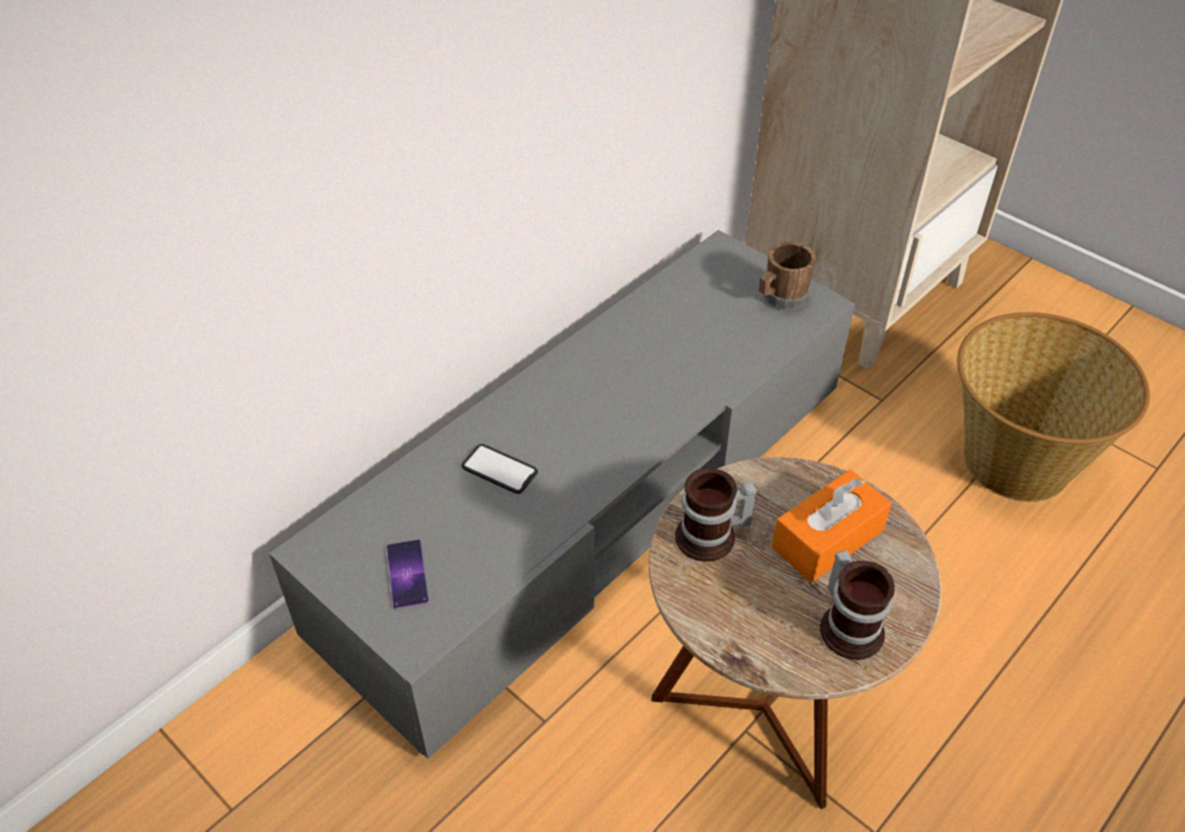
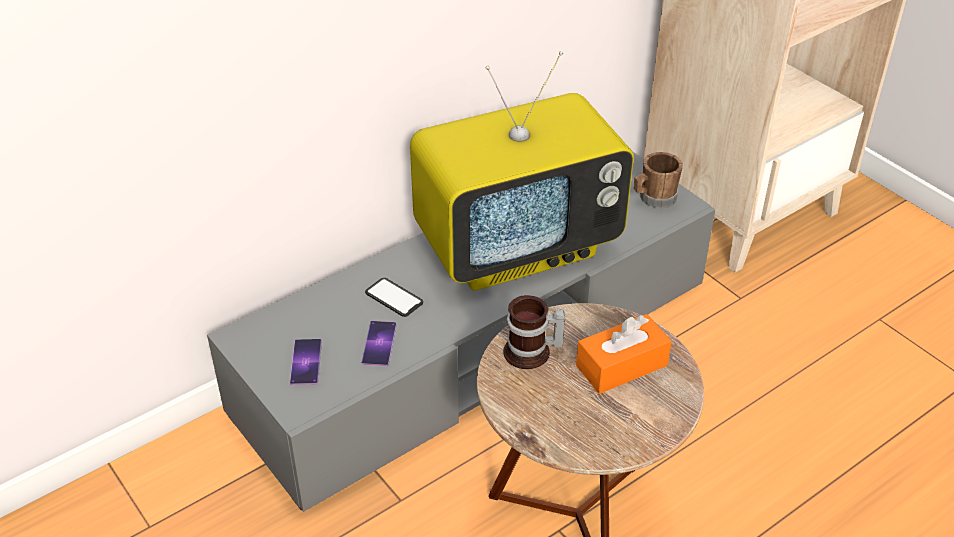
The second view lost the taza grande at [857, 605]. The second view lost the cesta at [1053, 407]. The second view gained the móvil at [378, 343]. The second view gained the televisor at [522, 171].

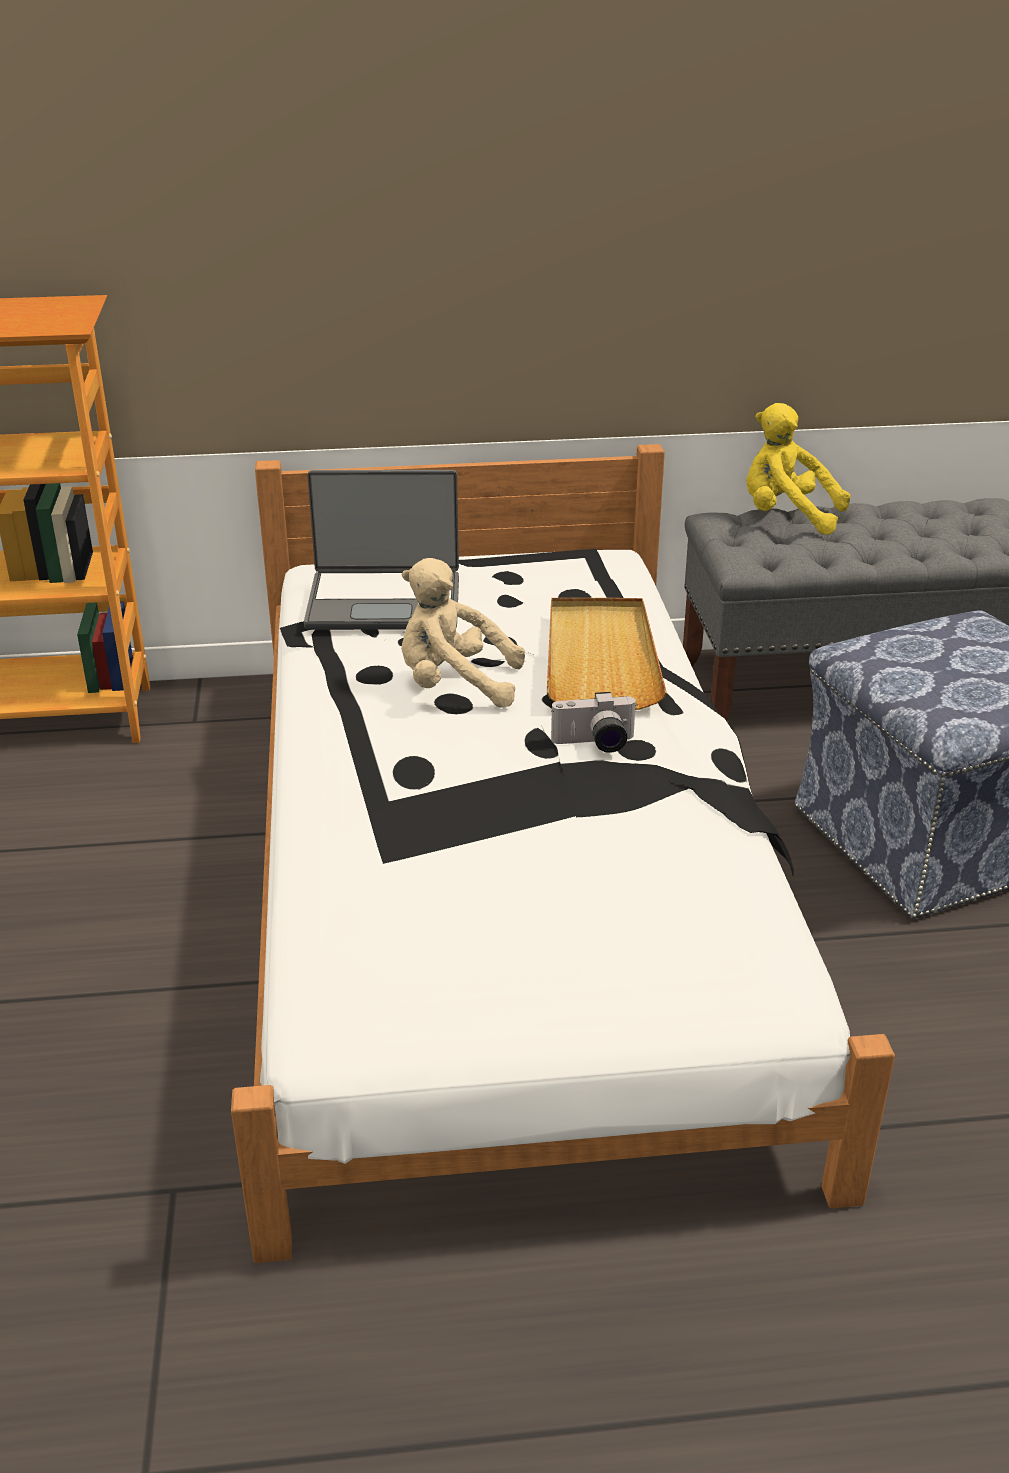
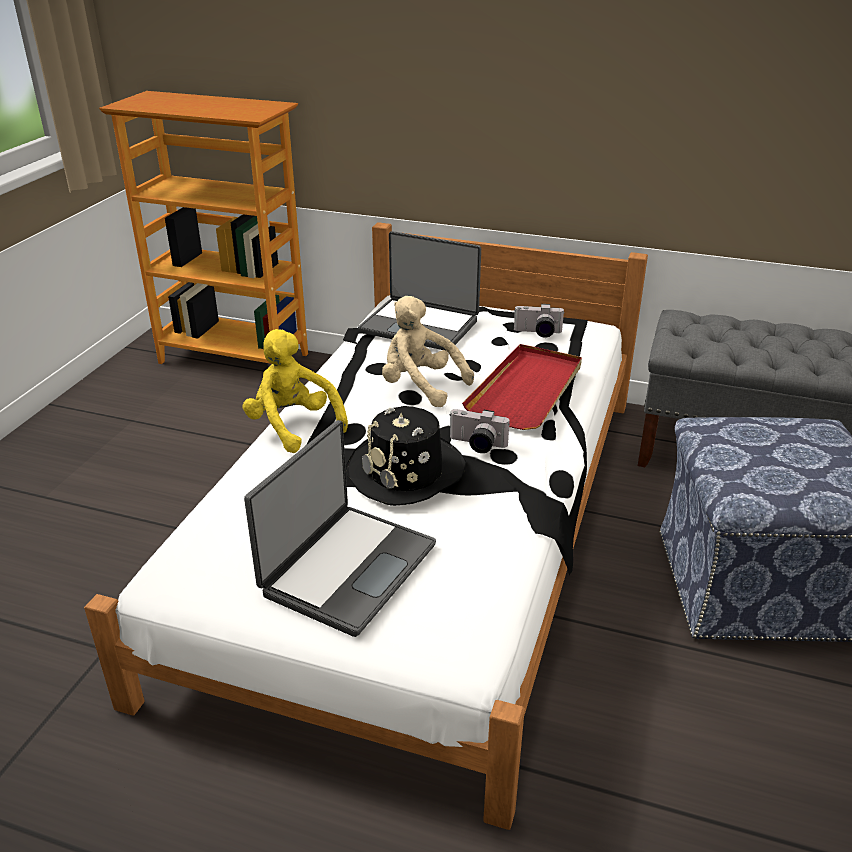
What was the bandeja/beis at [607, 654] turned into the bandeja/rojo at [522, 387]. The peluche/amarillo ended up elsewhere, having gone from [798, 469] to [295, 391]. The second view gained the portátil at [340, 528]. The second view gained the sombrero/negro at [406, 456]. The second view gained the cámara at [539, 321].

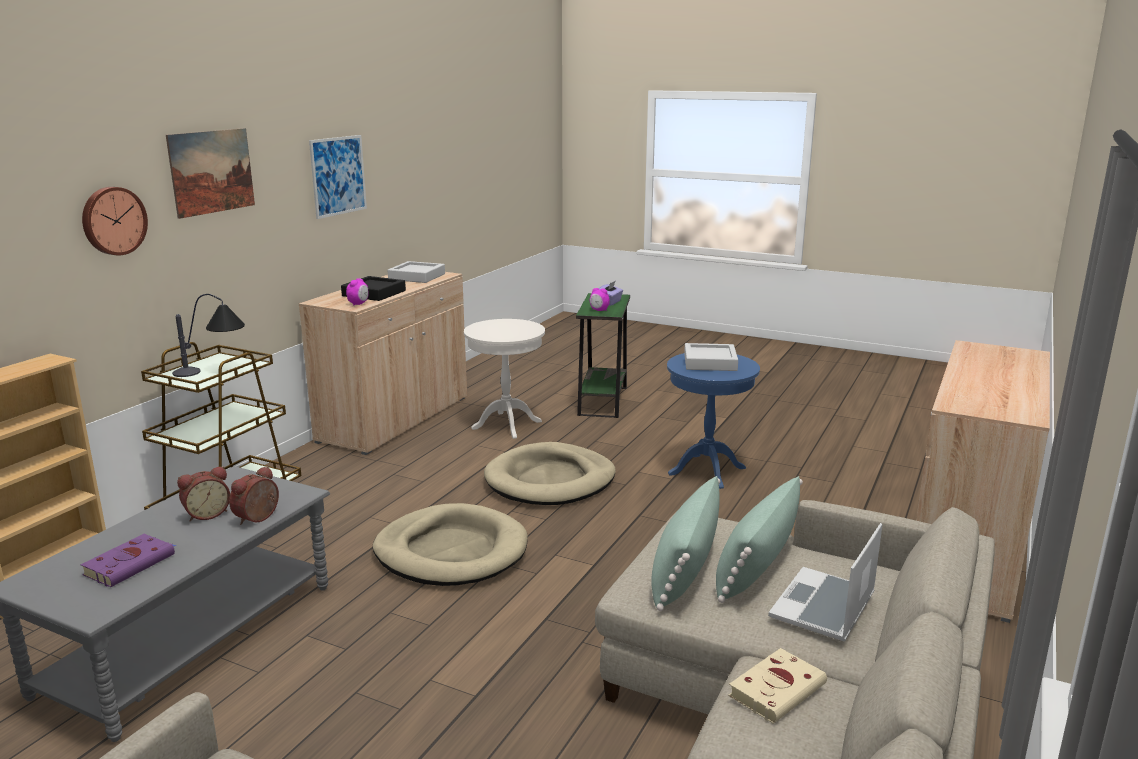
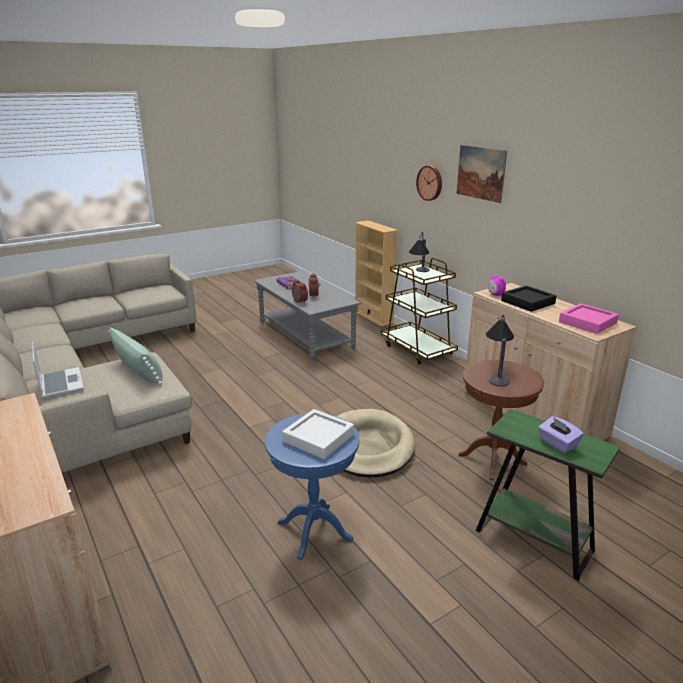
The second view lost the cuadro at [338, 177]. The second view lost the cama para perro/beis at [450, 544]. What was the bandeja/gris at [416, 272] turned into the bandeja/rosa at [589, 318]. What was the mesa auxiliar/blanco at [504, 379] turned into the mesa auxiliar/marrón at [501, 420]. The second view lost the despertador at [600, 299]. The second view lost the cojín/verde at [759, 539]. The second view lost the libro/beis at [777, 686]. The second view gained the lámpara de mesa at [500, 351].

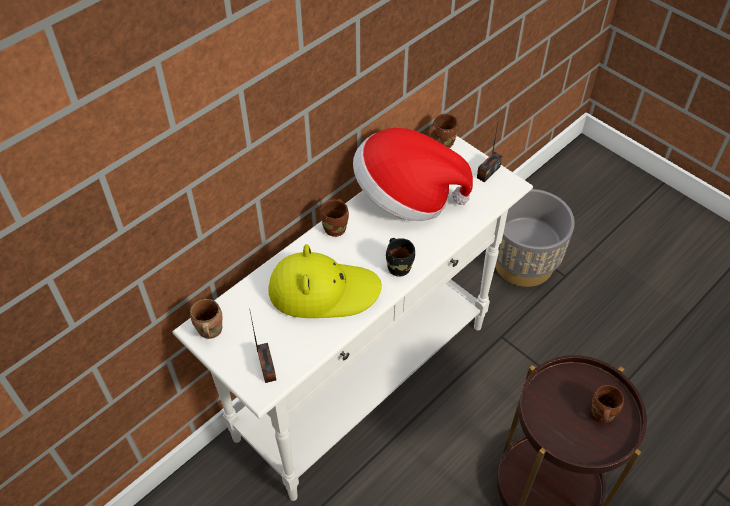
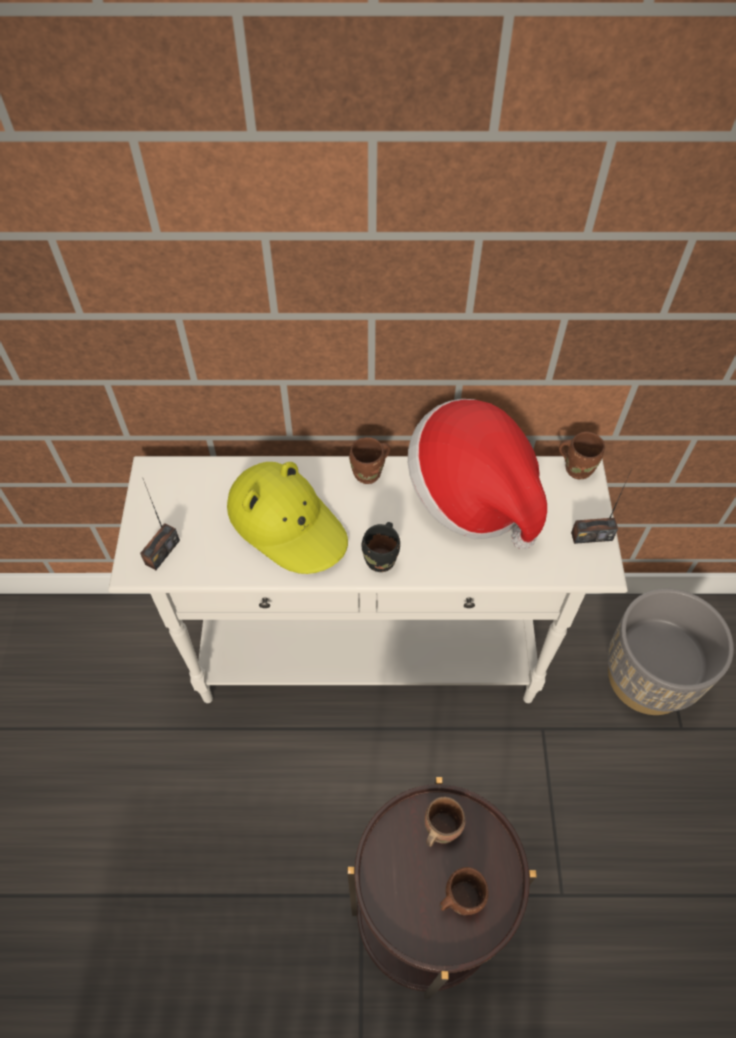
The taza grande/marrón ended up elsewhere, having gone from [206, 319] to [445, 822].

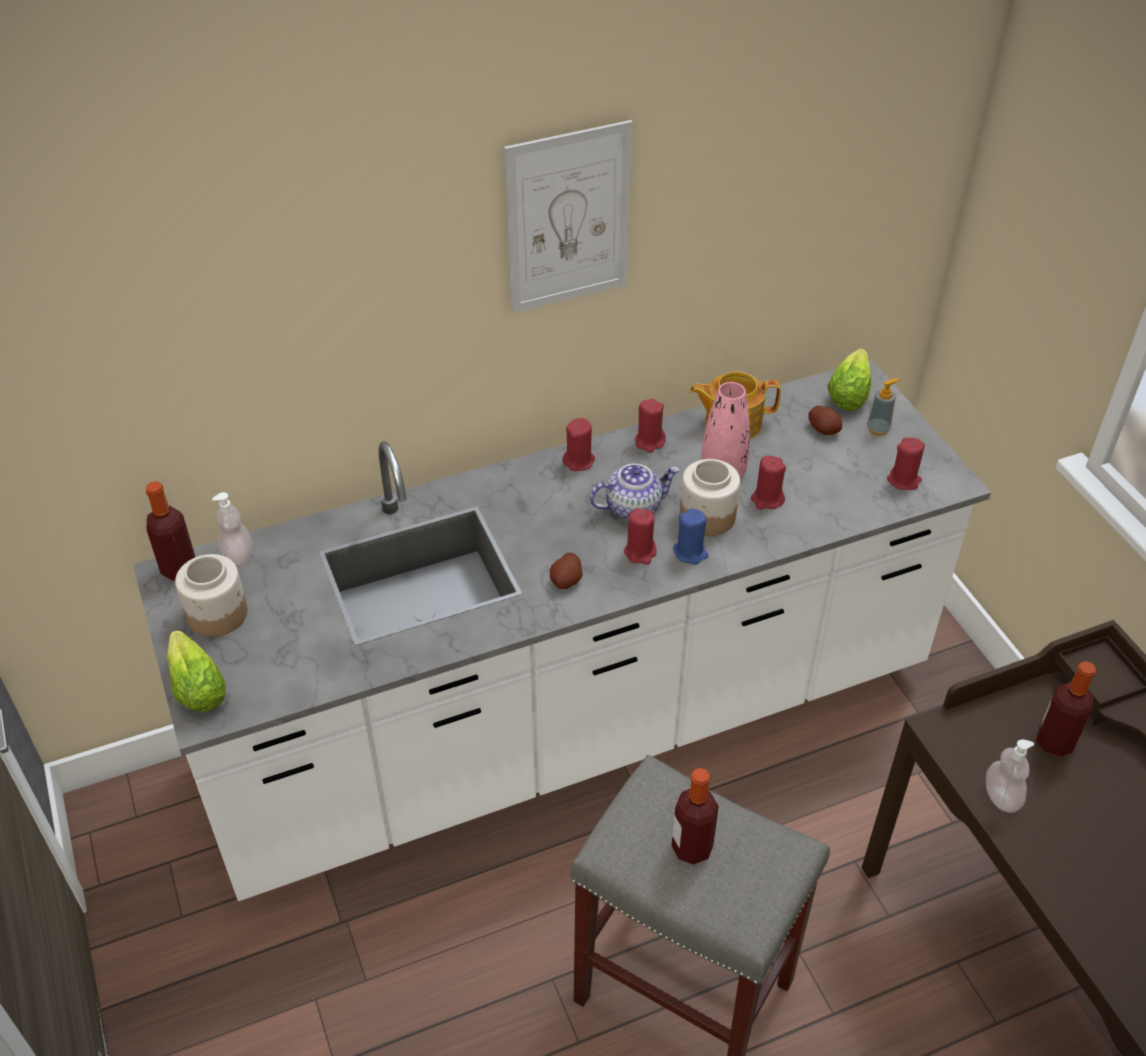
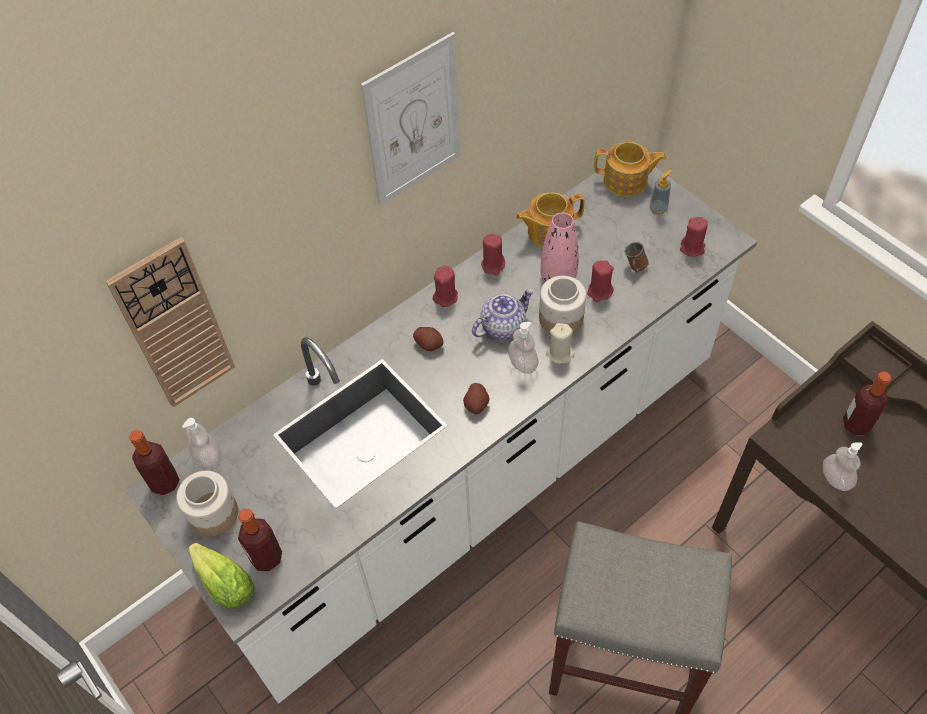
Where the vela/rojo stood at [640, 536], the dispensador de jabón came to stand at [523, 348]. The botella ended up elsewhere, having gone from [695, 816] to [260, 540]. What was the vela/azul at [691, 536] turned into the vela/beis at [560, 343]. The patata ended up elsewhere, having gone from [825, 420] to [428, 339]. Where the lechuga stood at [849, 380], the tetera came to stand at [630, 169]. The second view gained the reloj de pared at [170, 322]. The second view gained the taza grande/marrón at [637, 257].

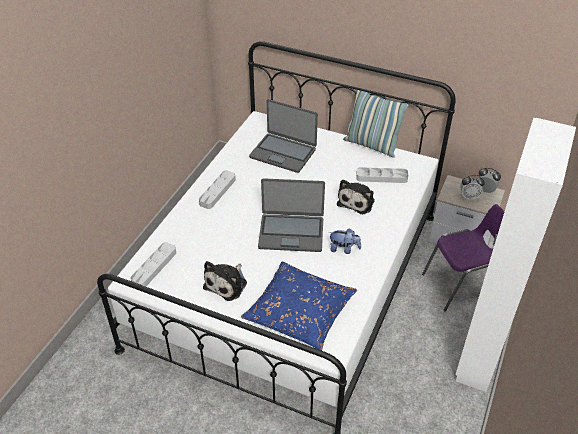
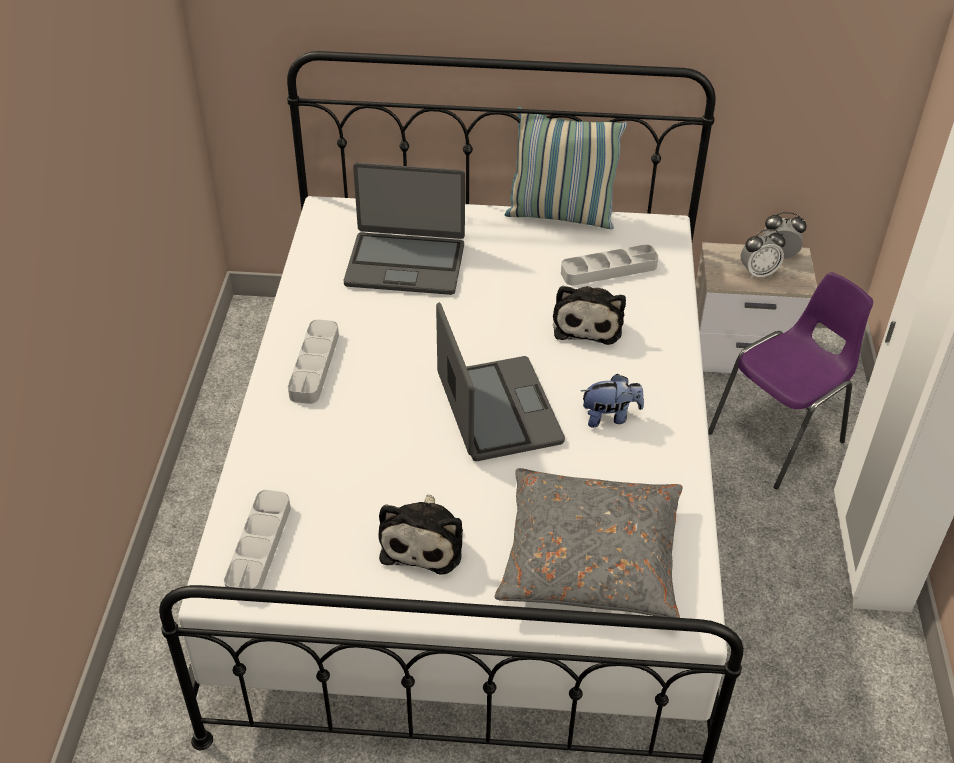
What was the cojín/azul at [299, 306] turned into the cojín/gris at [589, 543]. The portátil at [291, 215] ended up facing another way, 90 degrees counterclockwise from before.

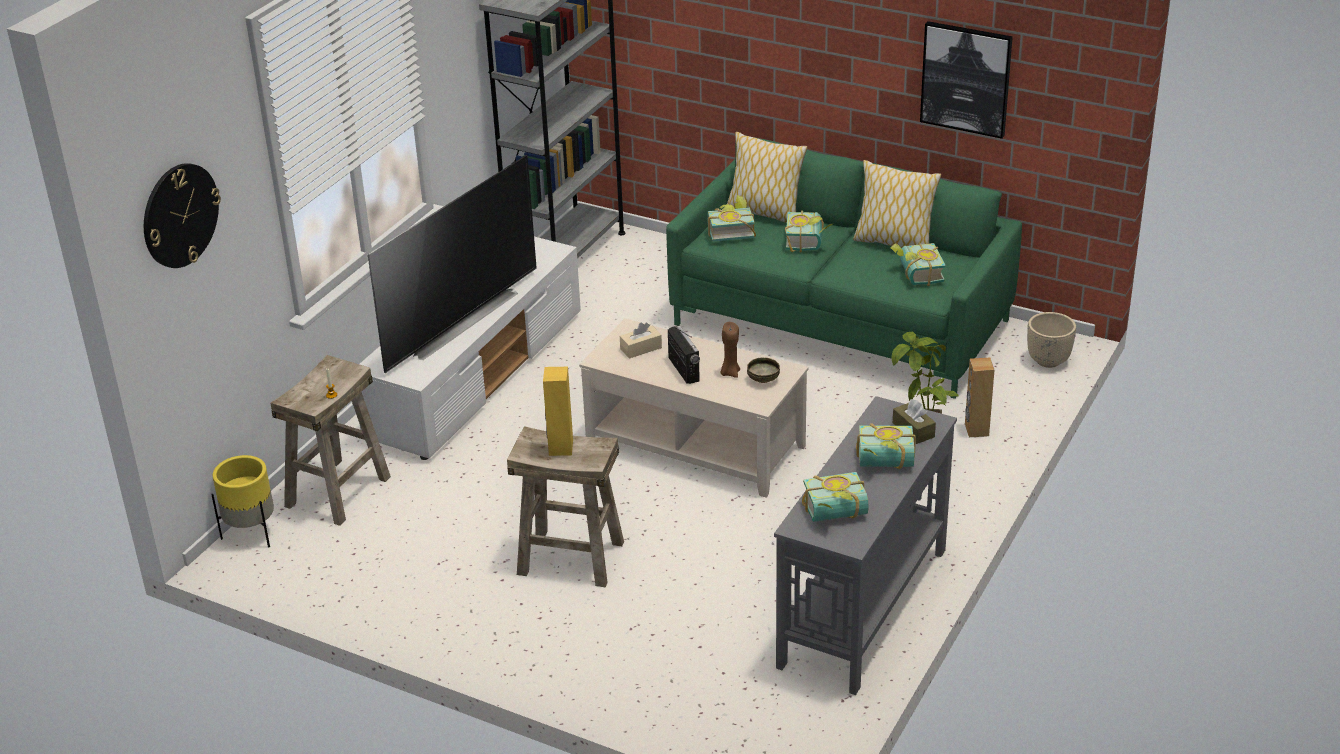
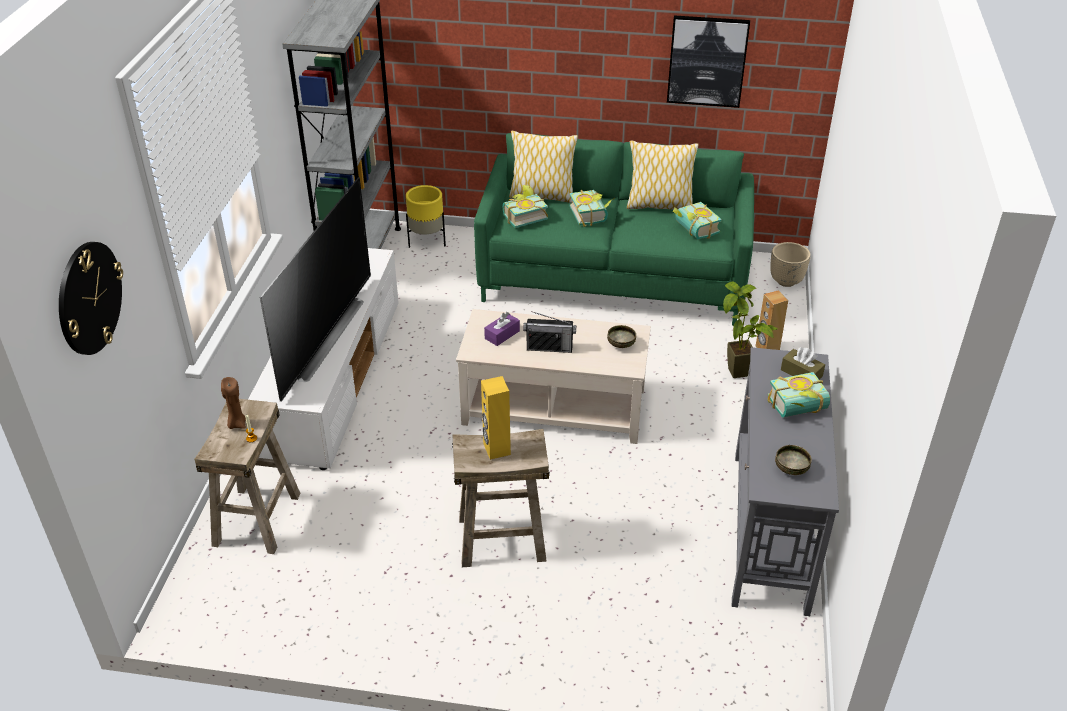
The maceta/amarillo ended up elsewhere, having gone from [242, 501] to [426, 216]. What was the caja de pañuelos/beis at [641, 340] turned into the caja de pañuelos/morado at [502, 329]. The radio at [684, 354] ended up facing another way, 135 degrees clockwise from before. The vela/marrón ended up elsewhere, having gone from [730, 350] to [233, 403]. Where the libro stood at [835, 497], the cuenco came to stand at [793, 460].

